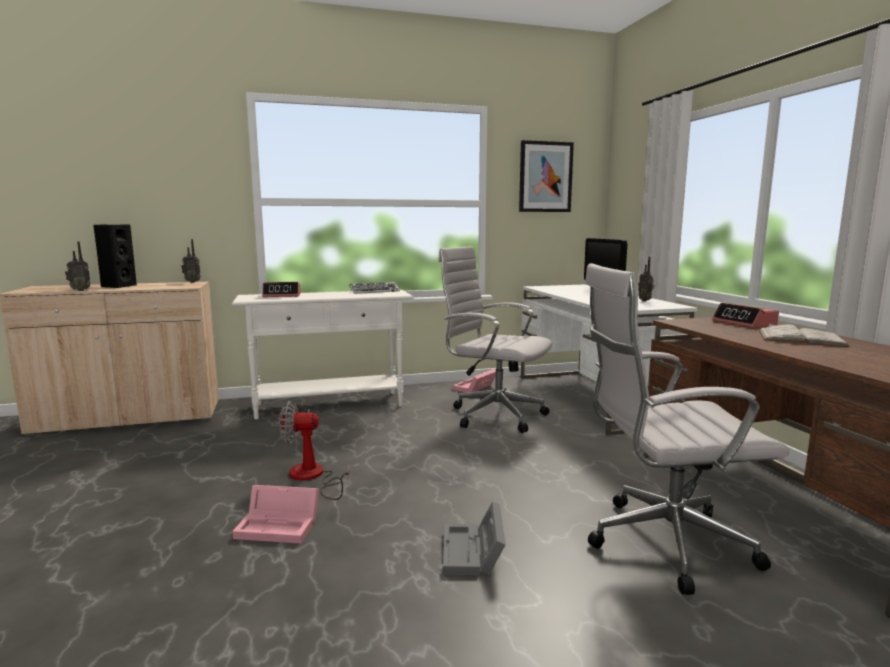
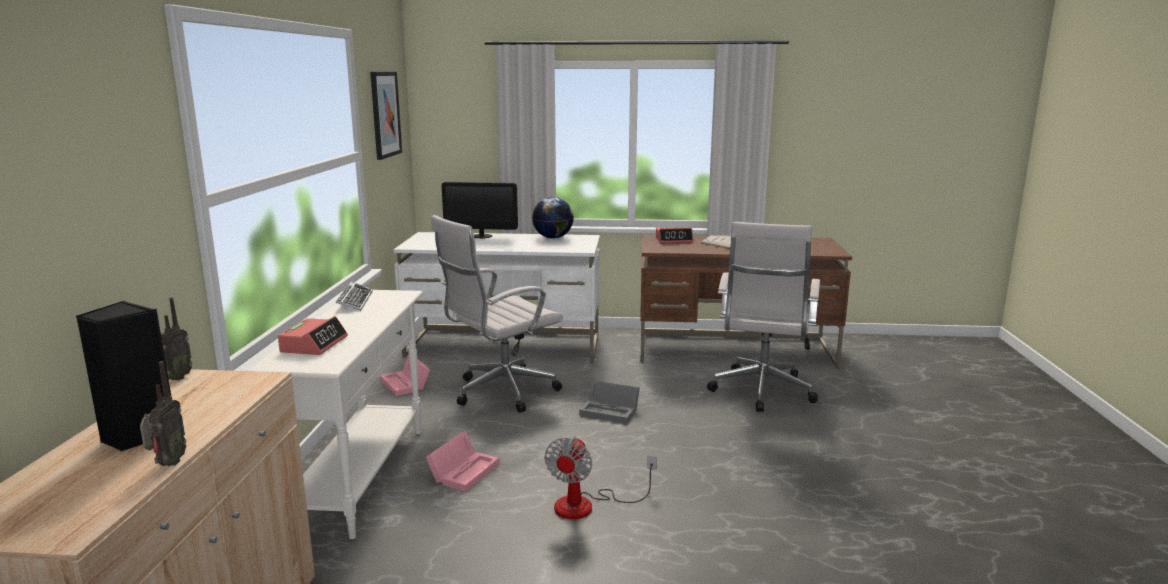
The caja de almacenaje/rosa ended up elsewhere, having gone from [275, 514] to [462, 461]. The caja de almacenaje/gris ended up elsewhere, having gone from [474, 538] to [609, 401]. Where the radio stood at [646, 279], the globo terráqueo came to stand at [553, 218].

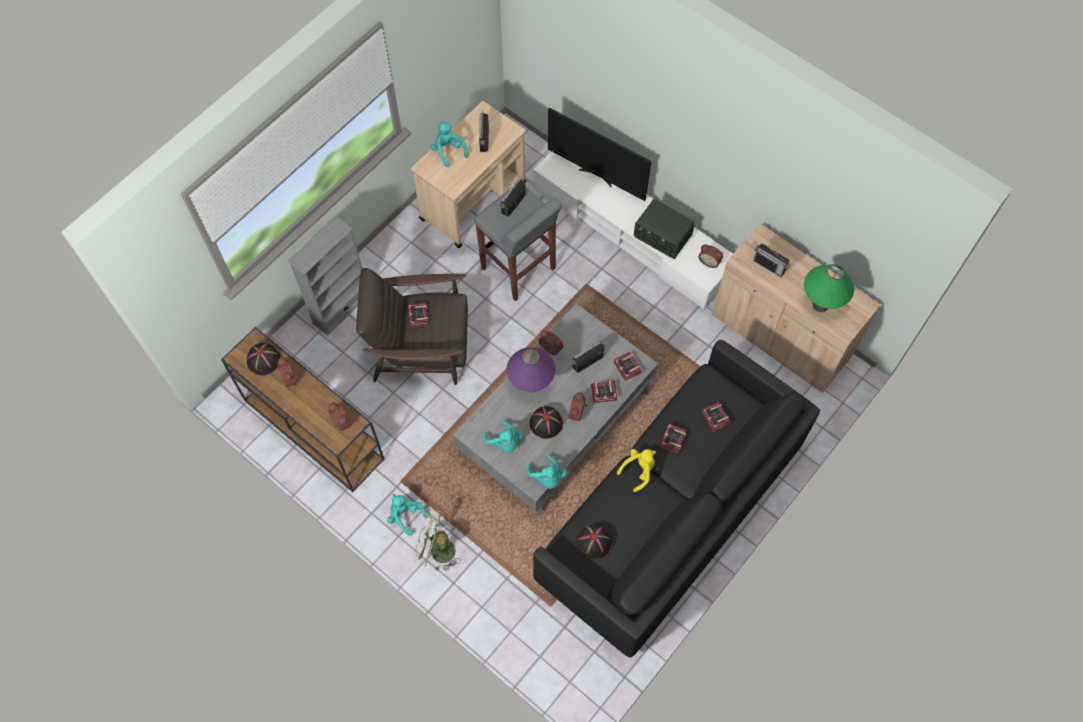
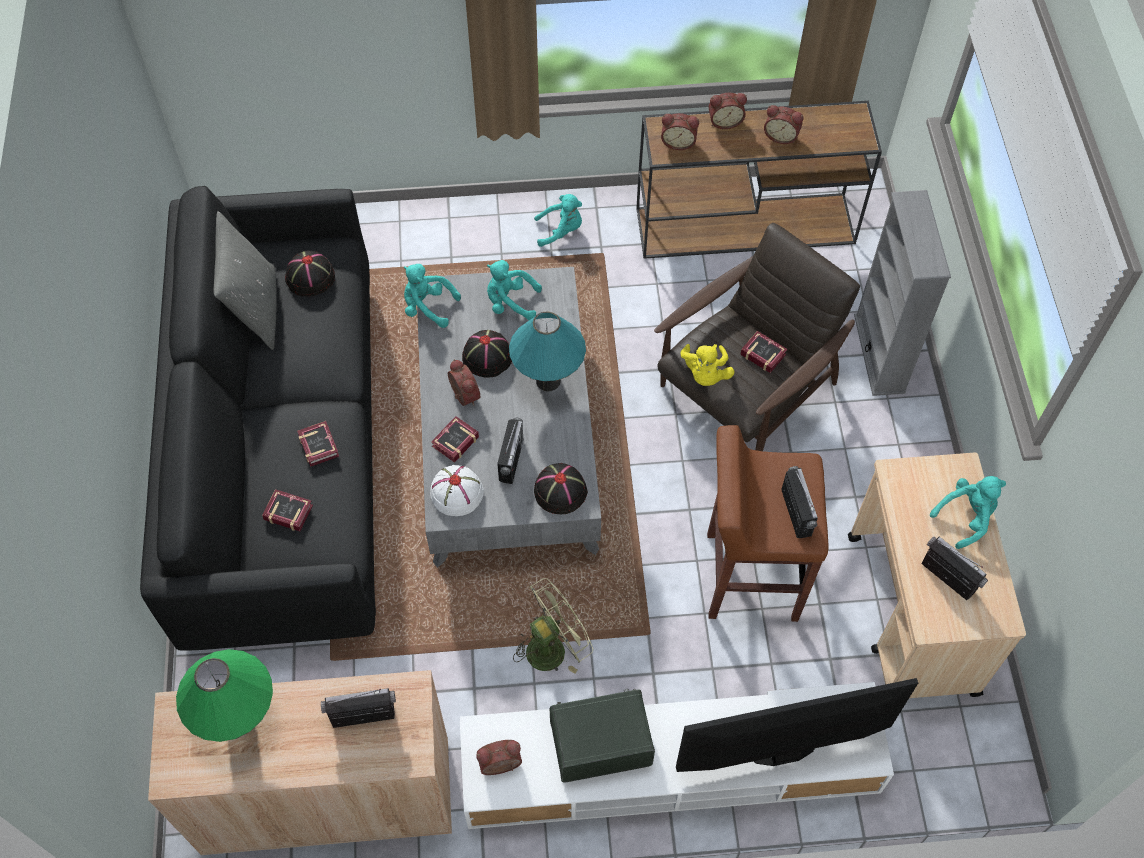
The sombrero/negro ended up elsewhere, having gone from [264, 359] to [561, 488]. The ventilador/verde ended up elsewhere, having gone from [438, 540] to [553, 626]. The peluche/turquesa at [449, 144] ended up facing another way, 45 degrees counterclockwise from before. What was the taburete/gris at [518, 243] turned into the taburete/marrón at [767, 523]. What was the lámpara de mesa/morado at [531, 369] turned into the lámpara de mesa/turquesa at [547, 351]. The despertador ended up elsewhere, having gone from [551, 343] to [727, 111]. Where the libro stood at [628, 366], the sombrero/blanco came to stand at [457, 490]. The peluche/amarillo ended up elsewhere, having gone from [636, 470] to [707, 365]. The second view gained the cojín/gris at [245, 280].

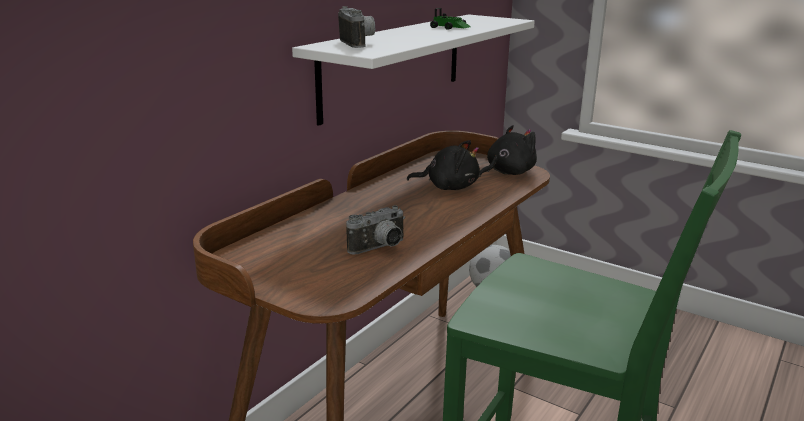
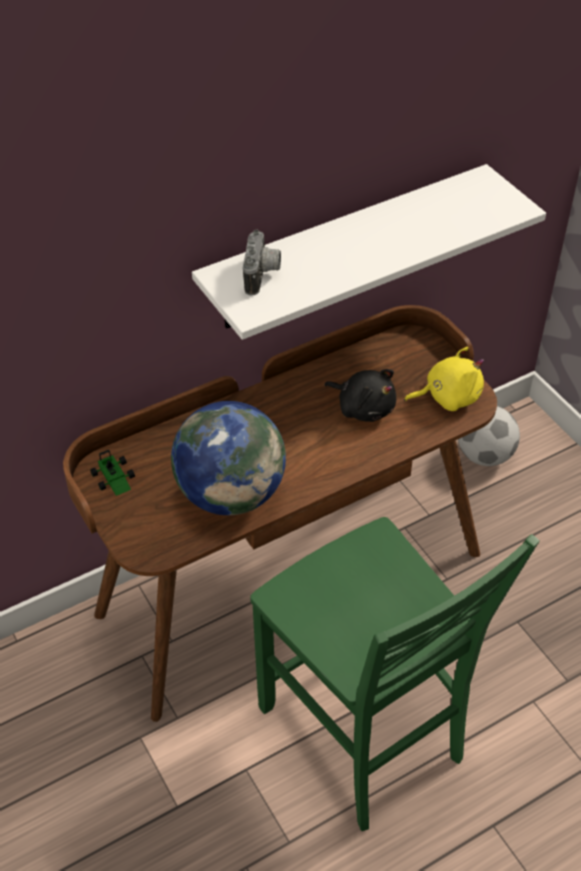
Where the cámara stood at [375, 229], the globo terráqueo came to stand at [228, 458]. The coche de juguete ended up elsewhere, having gone from [450, 19] to [112, 473]. What was the peluche/negro at [508, 151] turned into the peluche/amarillo at [444, 379].

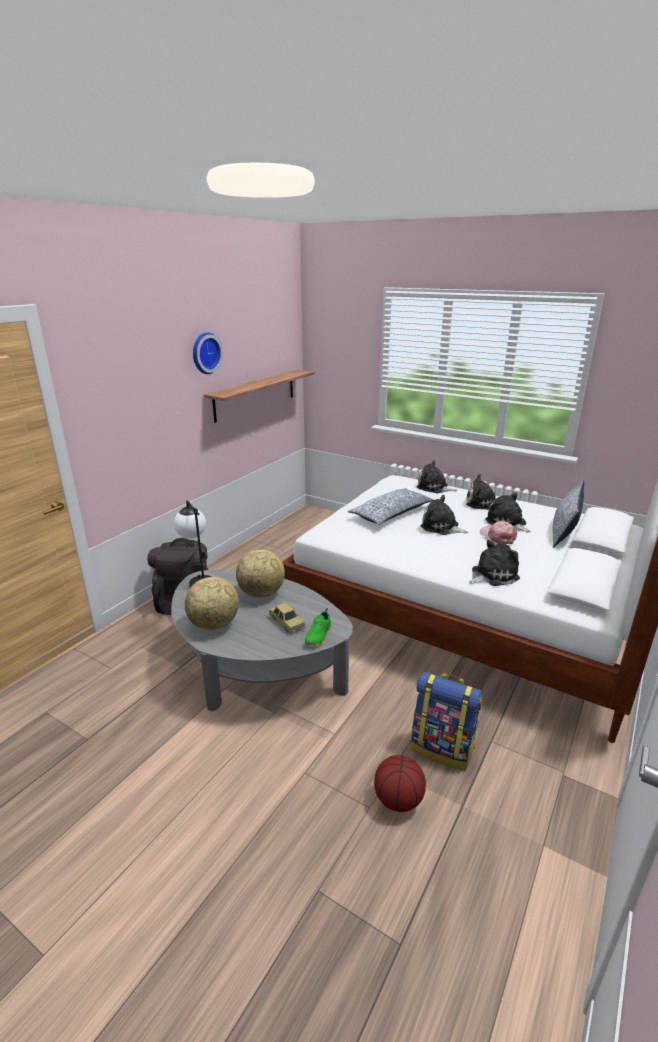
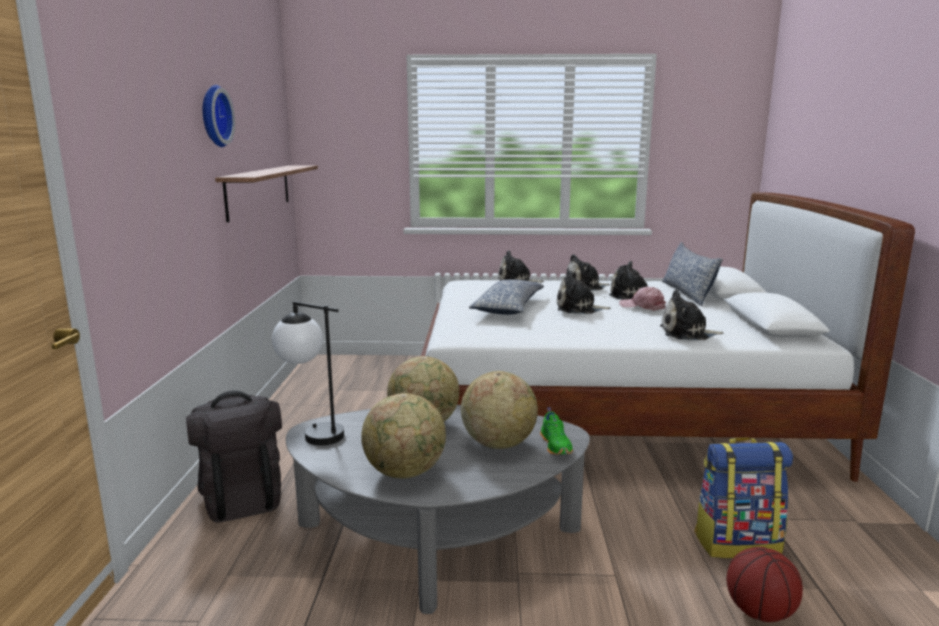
Where the coche de juguete stood at [287, 618], the globo terráqueo came to stand at [499, 410]. The peluche at [494, 563] ended up facing another way, 120 degrees counterclockwise from before.

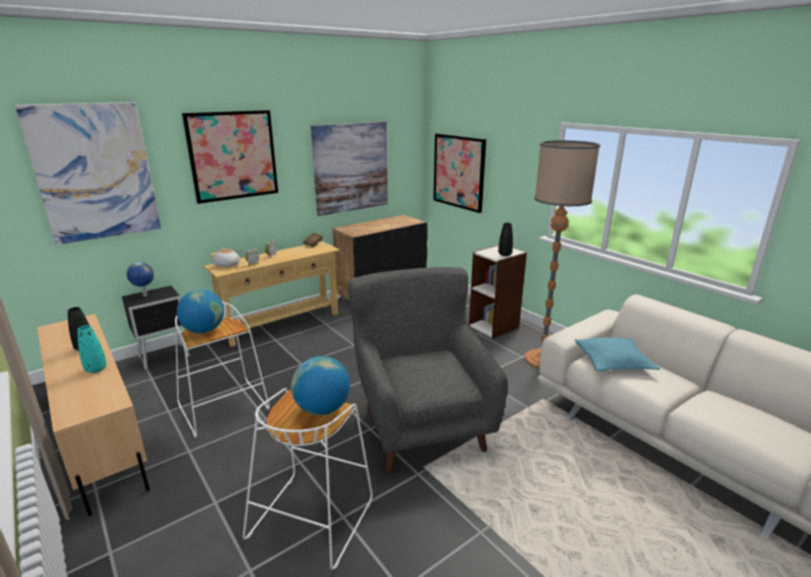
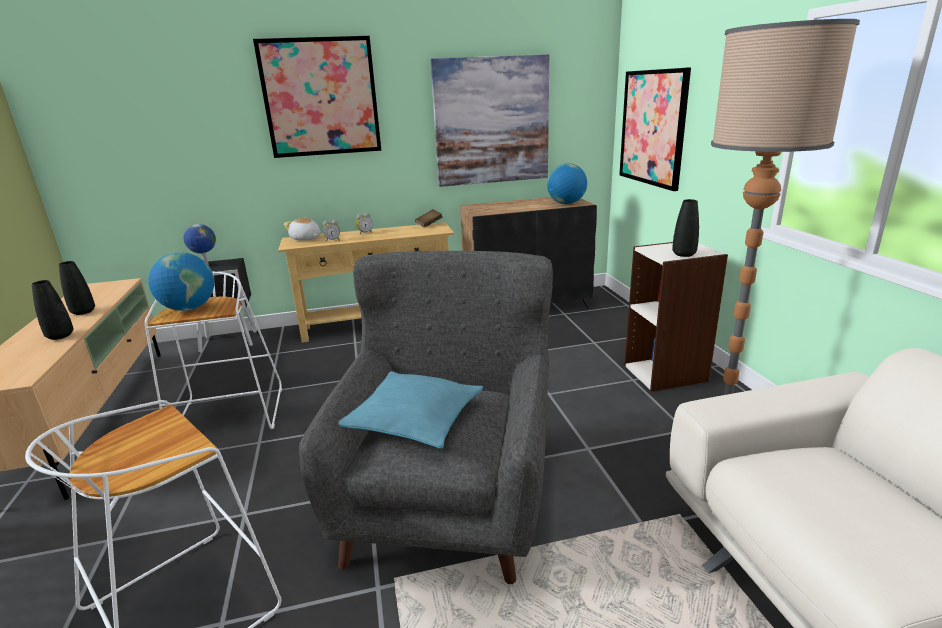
The second view lost the cuadro at [88, 173]. What was the florero/turquesa at [92, 349] turned into the florero/negro at [52, 310]. The globo terráqueo ended up elsewhere, having gone from [320, 385] to [567, 183]. The cojín/turquesa ended up elsewhere, having gone from [617, 354] to [411, 410].

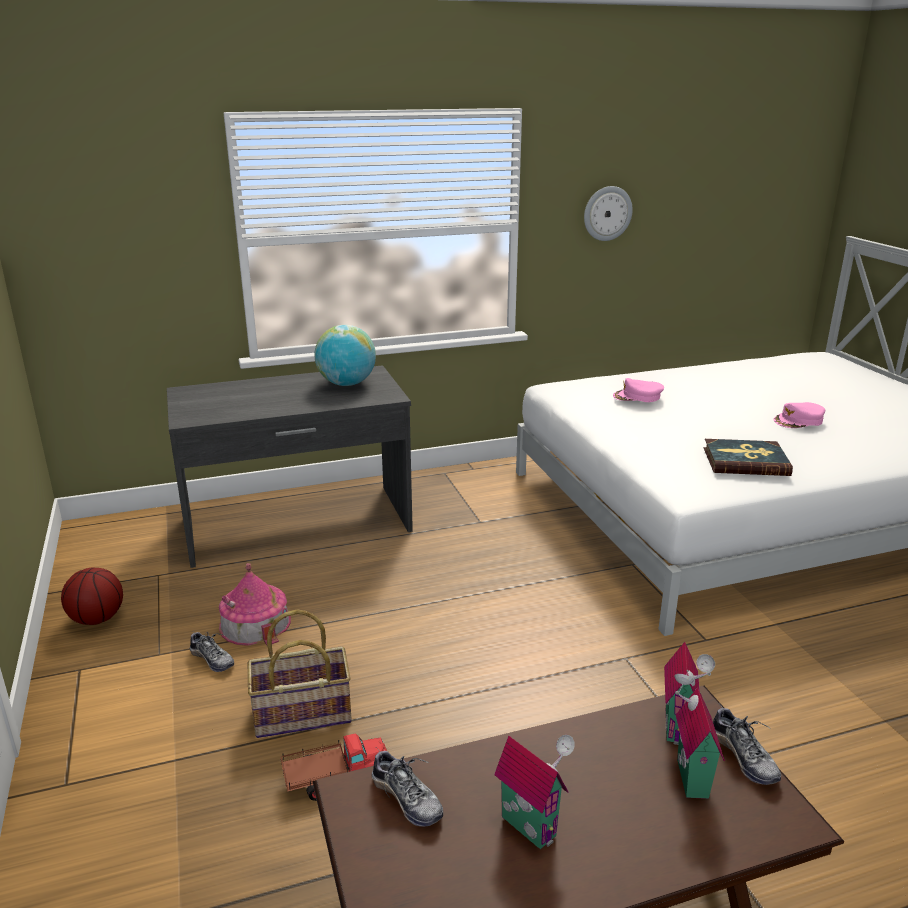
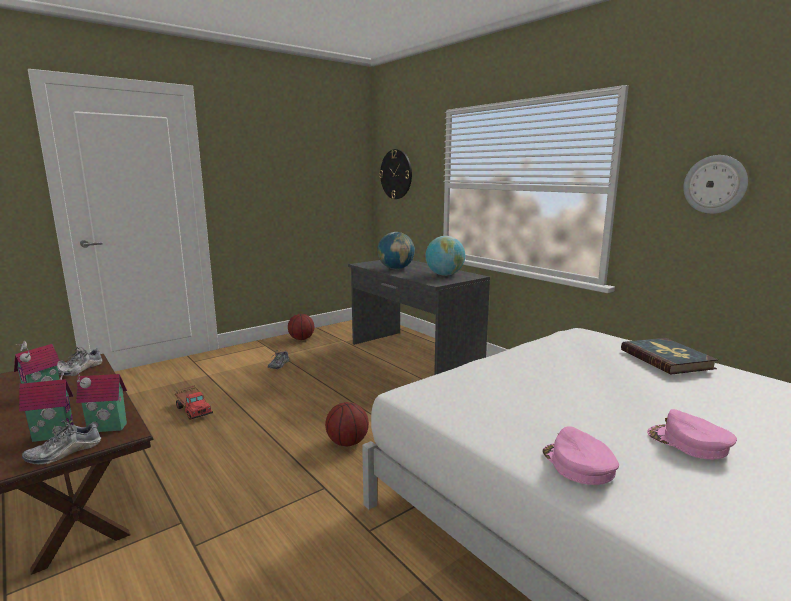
The second view lost the casita at [255, 604]. The second view lost the cesta at [300, 673]. The gorra/rosa ended up elsewhere, having gone from [638, 390] to [580, 455]. The libro ended up elsewhere, having gone from [748, 457] to [669, 356]. The second view gained the balón de baloncesto at [347, 424]. The second view gained the globo terráqueo at [396, 250]. The second view gained the reloj de pared at [395, 174].

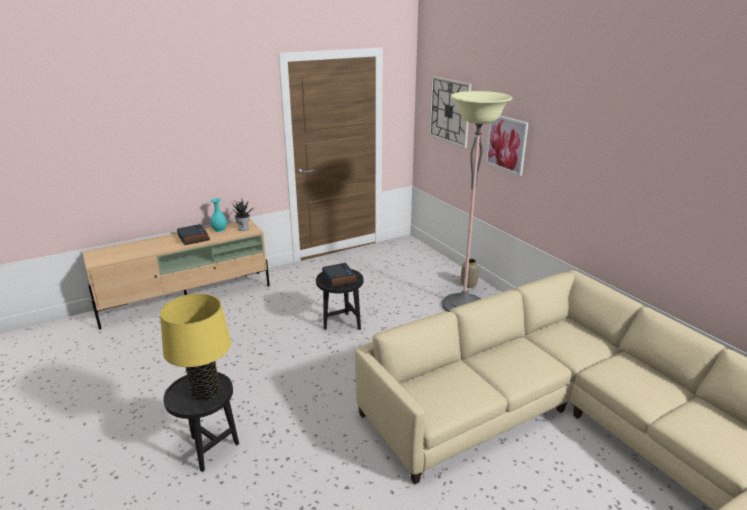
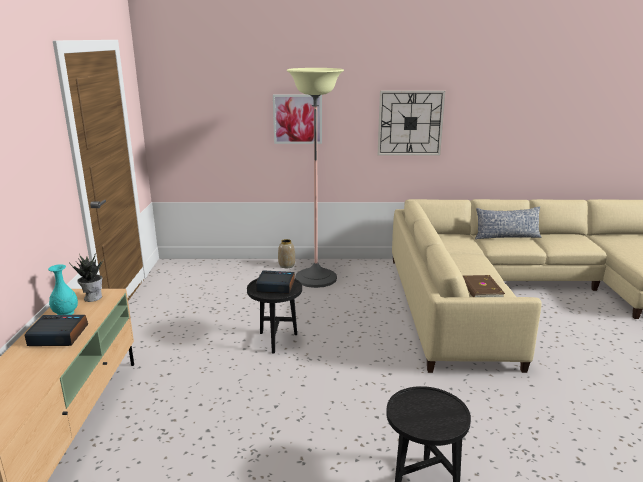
The second view lost the lámpara de mesa/amarillo at [195, 347]. The reloj de pared ended up elsewhere, having gone from [450, 112] to [411, 122]. The second view gained the libro/marrón at [484, 286]. The second view gained the cojín at [508, 222].

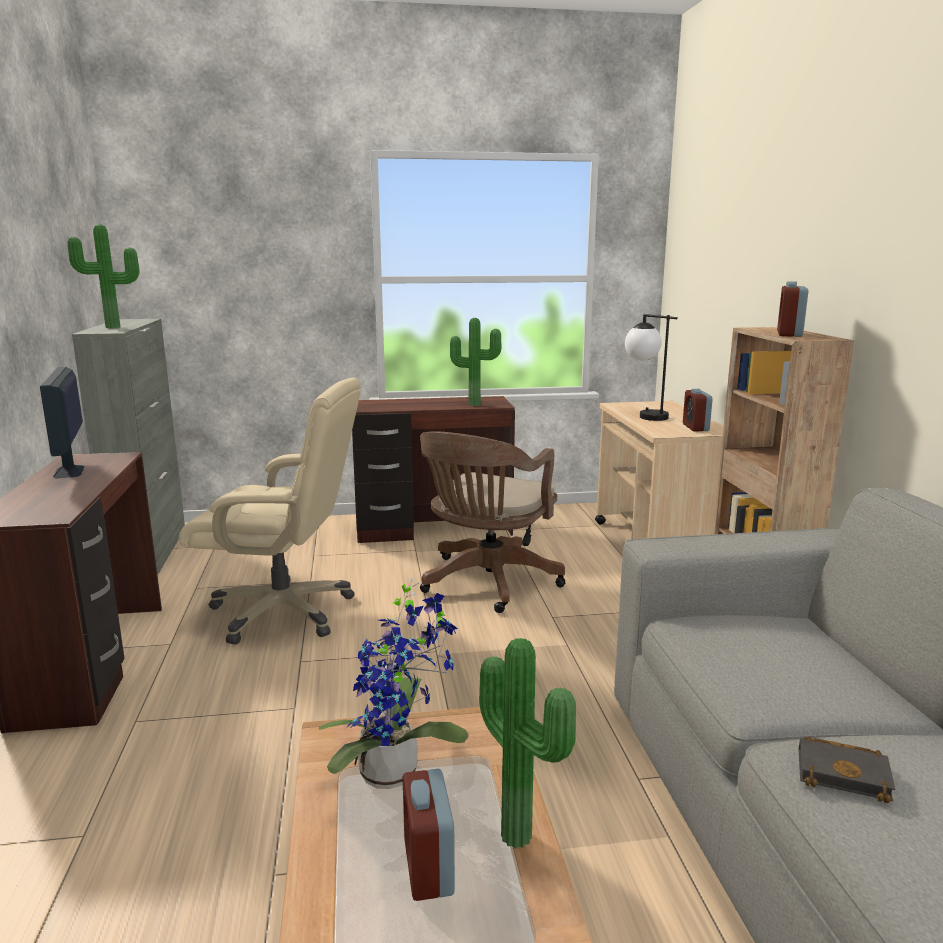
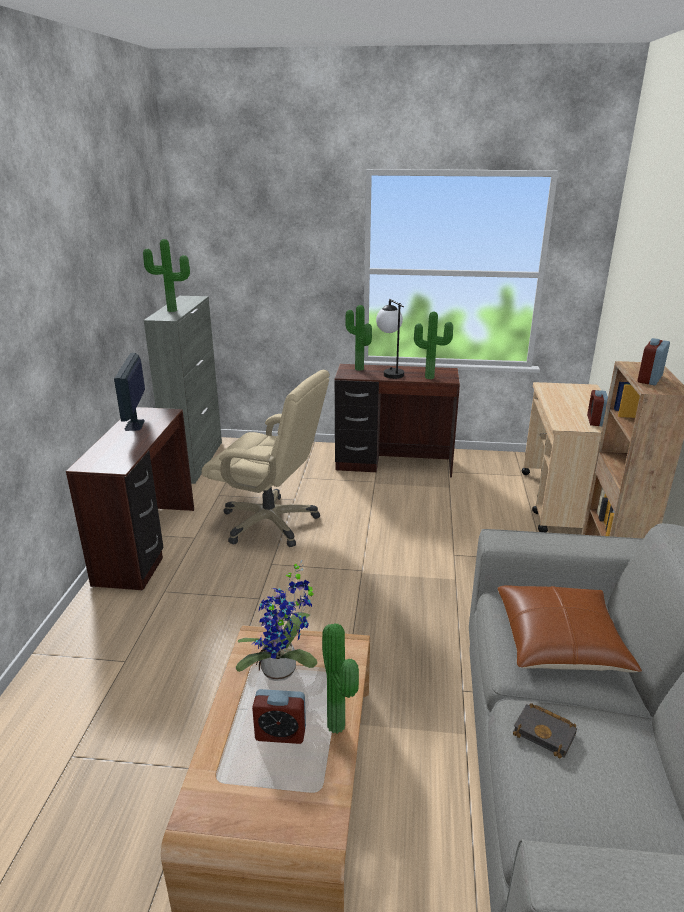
The despertador at [429, 835] ended up facing another way, 90 degrees counterclockwise from before. The second view lost the silla de oficina/marrón at [492, 522]. The lámpara de mesa ended up elsewhere, having gone from [651, 367] to [390, 339]. The second view gained the planta en maceta at [358, 338]. The second view gained the cojín/marrón at [570, 628].

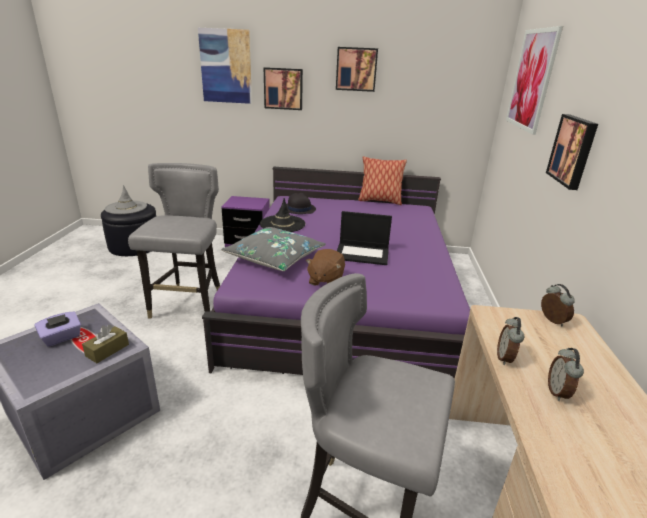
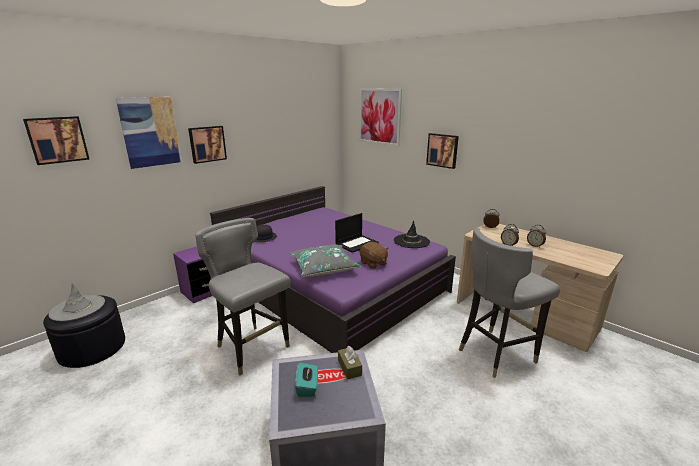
What was the caja de pañuelos/morado at [57, 329] turned into the caja de pañuelos/turquesa at [306, 380]. The sombrero/negro ended up elsewhere, having gone from [283, 215] to [412, 234]. The cuadro ended up elsewhere, having gone from [357, 69] to [56, 140]. The second view lost the cojín at [382, 180].

